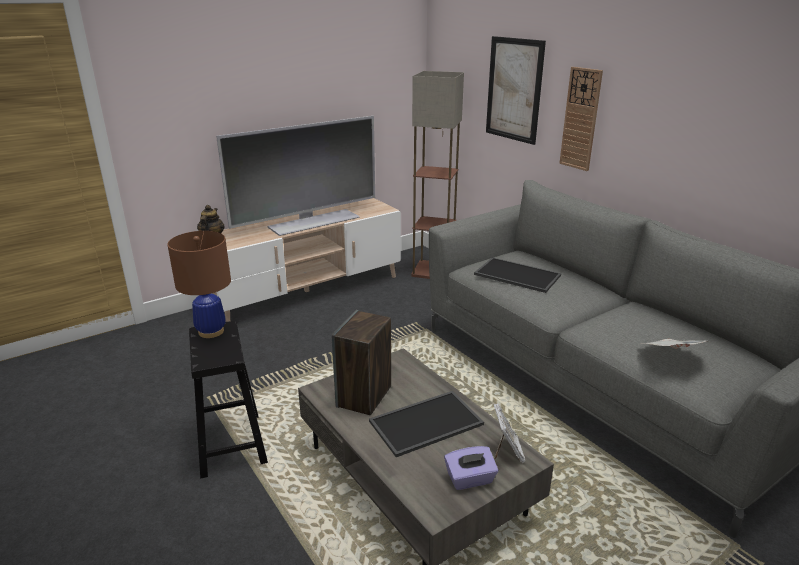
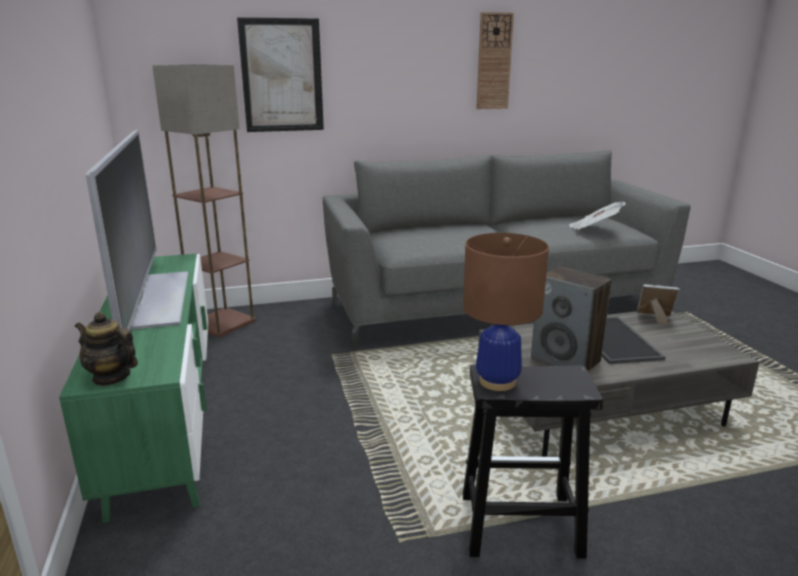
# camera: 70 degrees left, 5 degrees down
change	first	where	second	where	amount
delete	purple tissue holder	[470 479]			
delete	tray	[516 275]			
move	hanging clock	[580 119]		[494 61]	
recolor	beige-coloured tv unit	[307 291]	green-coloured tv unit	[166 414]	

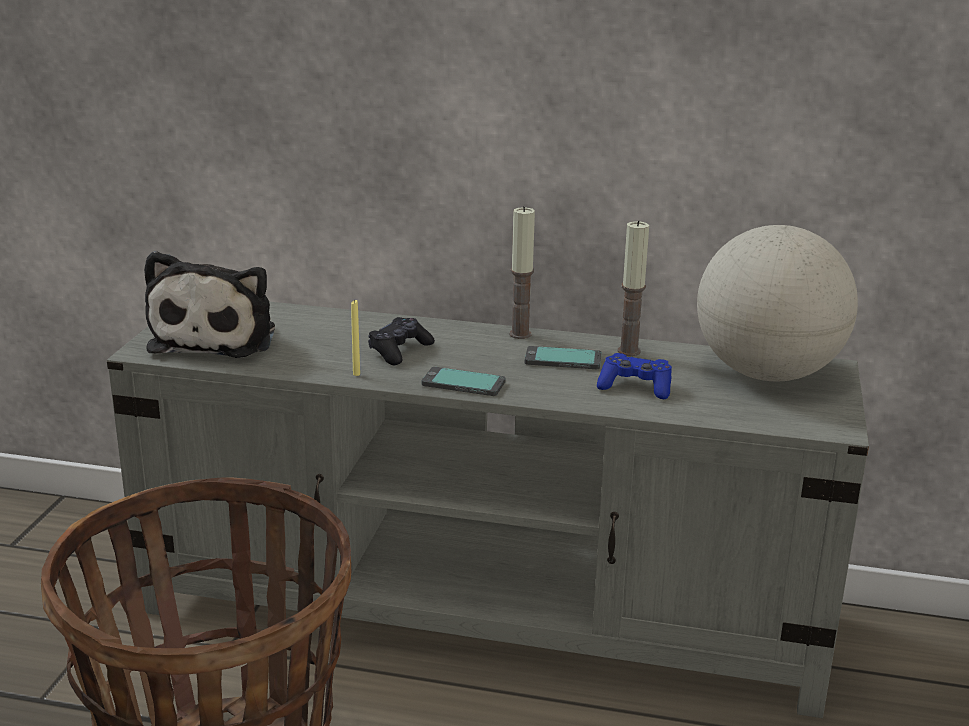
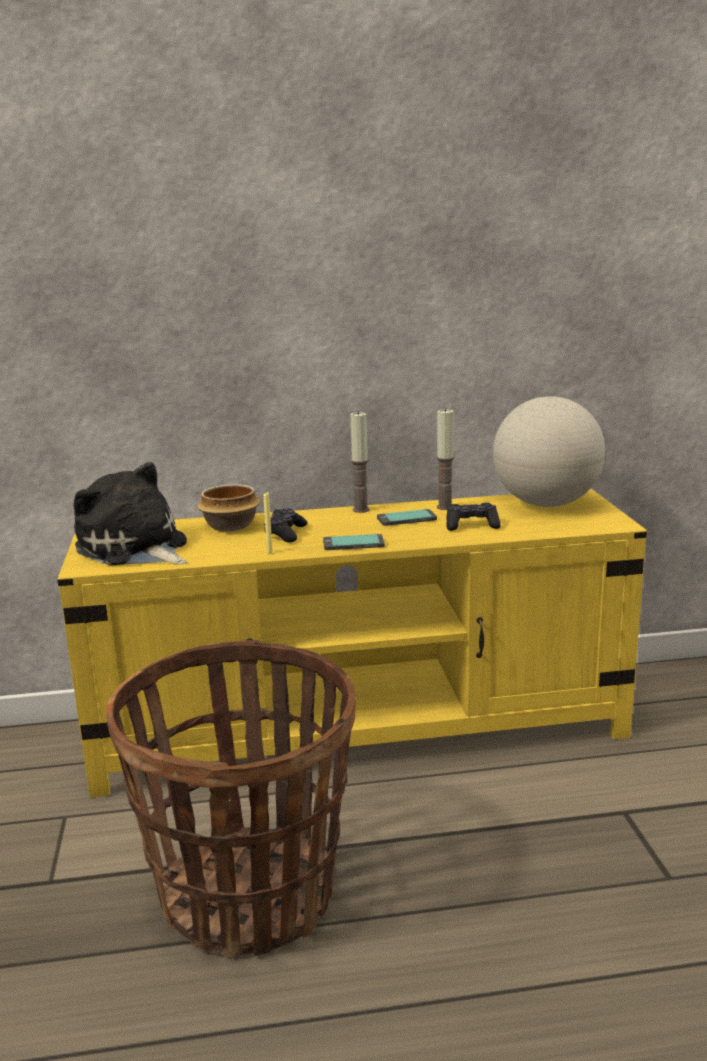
# camera: 20 degrees left, 5 degrees down
change	first	where	second	where	amount
insert			bowl	[230 527]	
recolor	greyish tv unit	[484 610]	yellow-coloured tv unit	[361 730]	
recolor	bluish gamepad	[635 387]	black-coloured gamepad	[471 525]	
rotate	soft toy	[217 337]		[135 549]	150 degrees clockwise

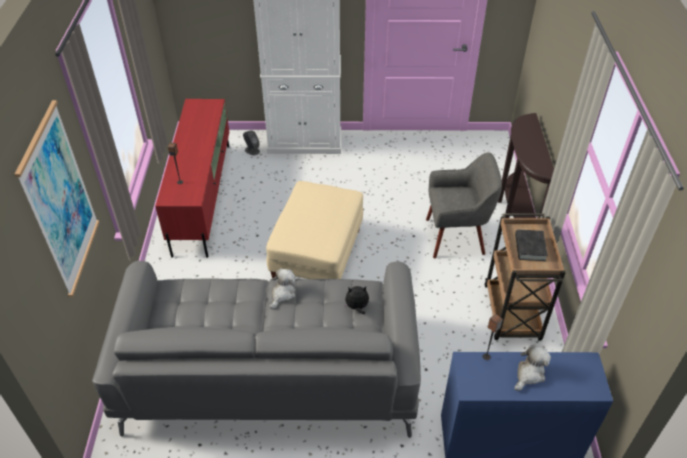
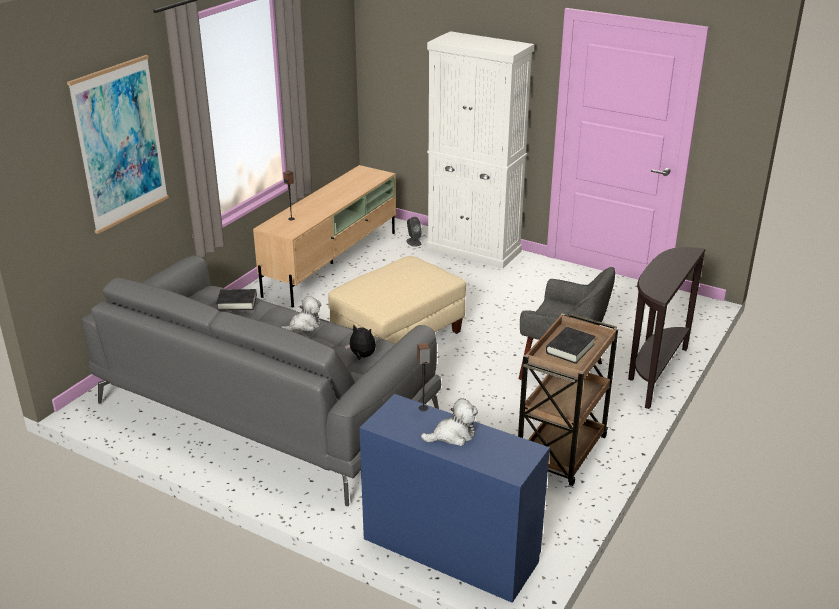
# camera: 30 degrees right, 15 degrees down
change	first	where	second	where	amount
insert			black-coloured book	[237 303]	
recolor	reddish tv unit	[203 196]	beige-coloured tv unit	[332 263]	

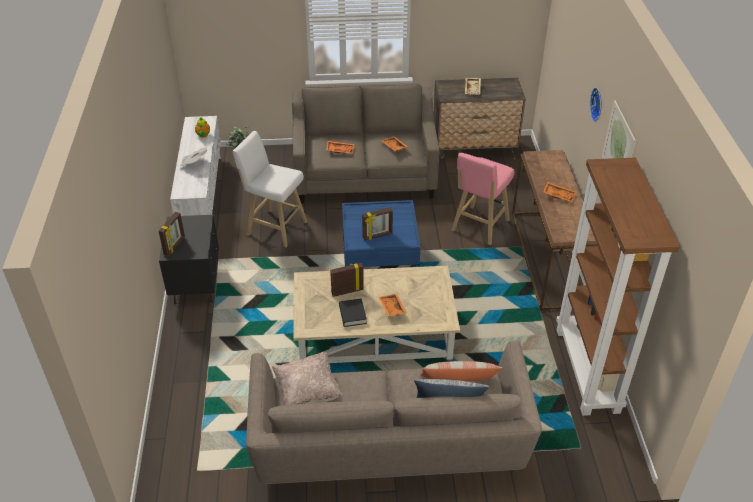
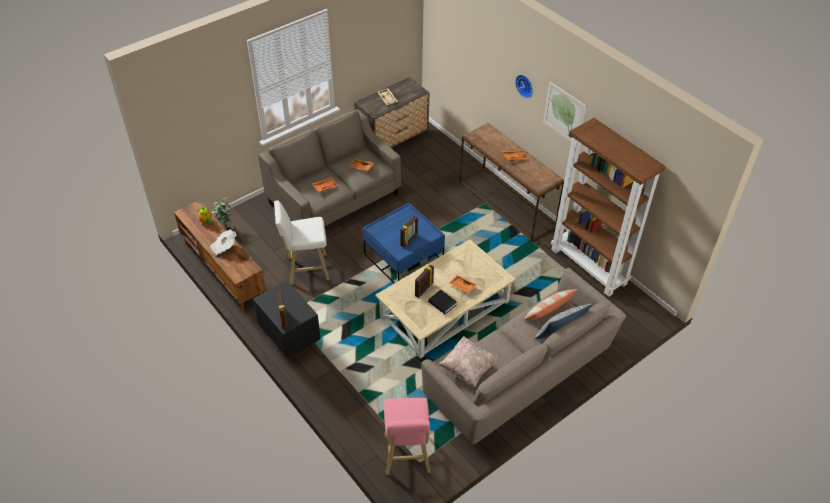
# camera: 35 degrees left, 5 degrees up
change	first	where	second	where	amount
move	pinkish stool	[479 227]		[406 456]	
recolor	white-coloured tv unit	[201 194]	brown tv unit	[223 270]	

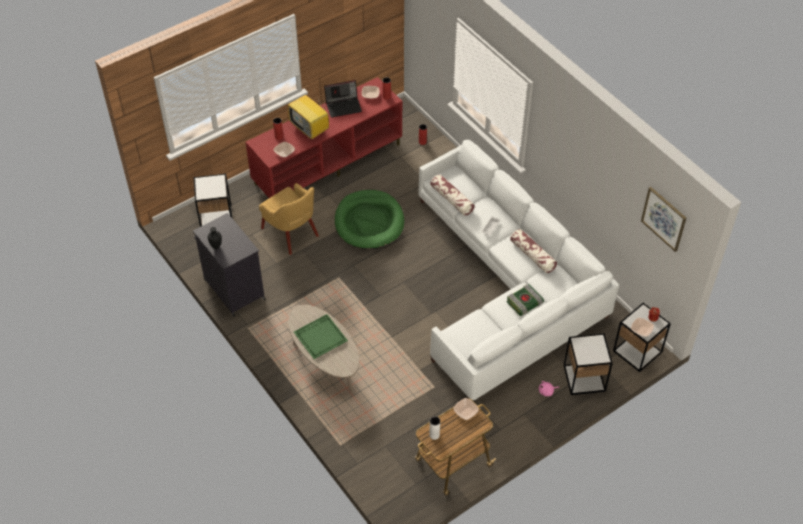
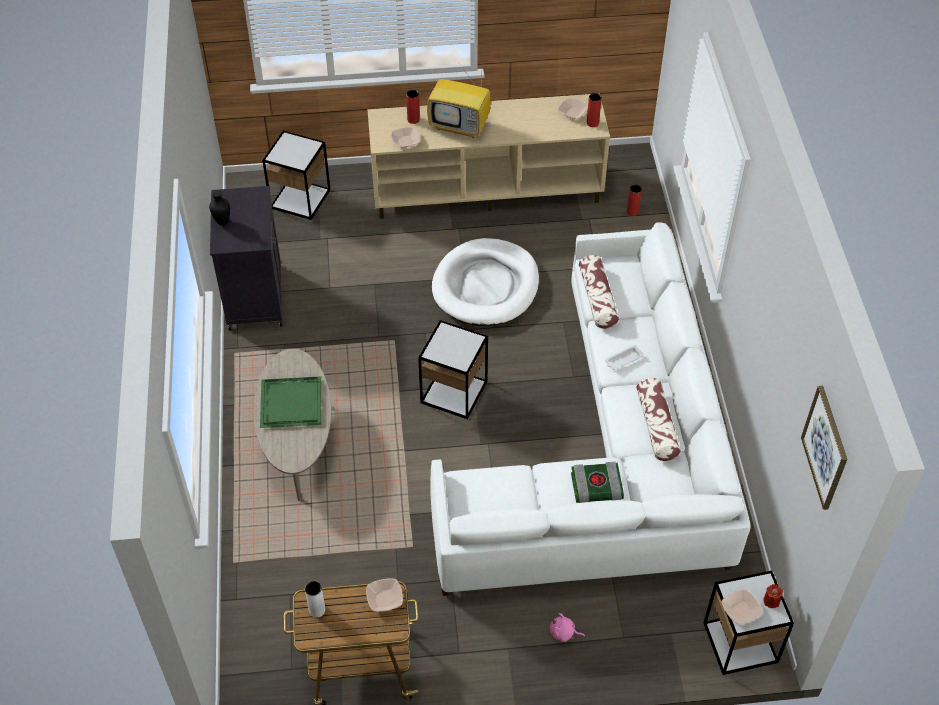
# camera: 30 degrees right, 0 degrees up
change	first	where	second	where	amount
delete	yellow-coloured armchair	[291 233]			
delete	notebook computer	[344 106]			
move	side table	[584 378]		[454 392]	
recolor	reddish tv unit	[328 164]	beige-coloured tv unit	[487 190]	
recolor	green-coloured dog bed	[369 222]	white-coloured dog bed	[486 286]	
rotate	TV	[310 129]		[460 126]	60 degrees counterclockwise

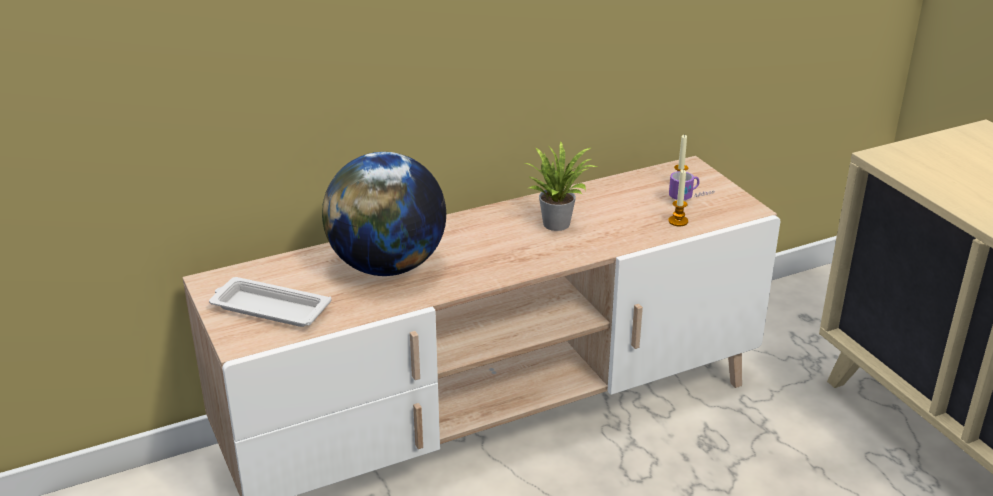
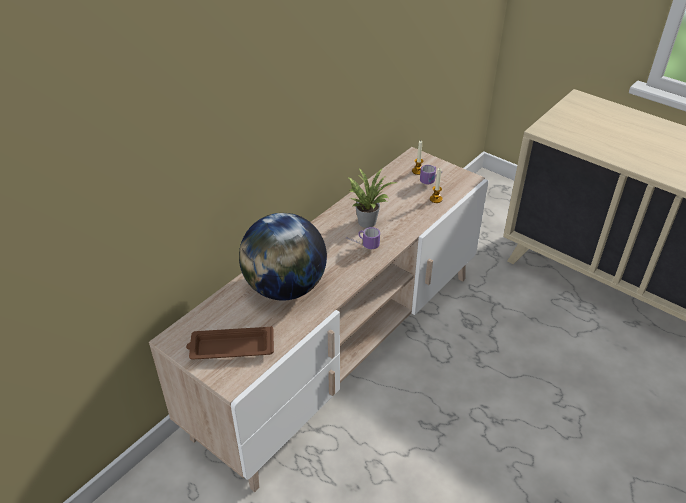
# camera: 25 degrees left, 10 degrees up
change	first	where	second	where	amount
insert			coffee mug	[362 245]	
recolor	white-coloured tray	[268 308]	brown tray	[230 348]	

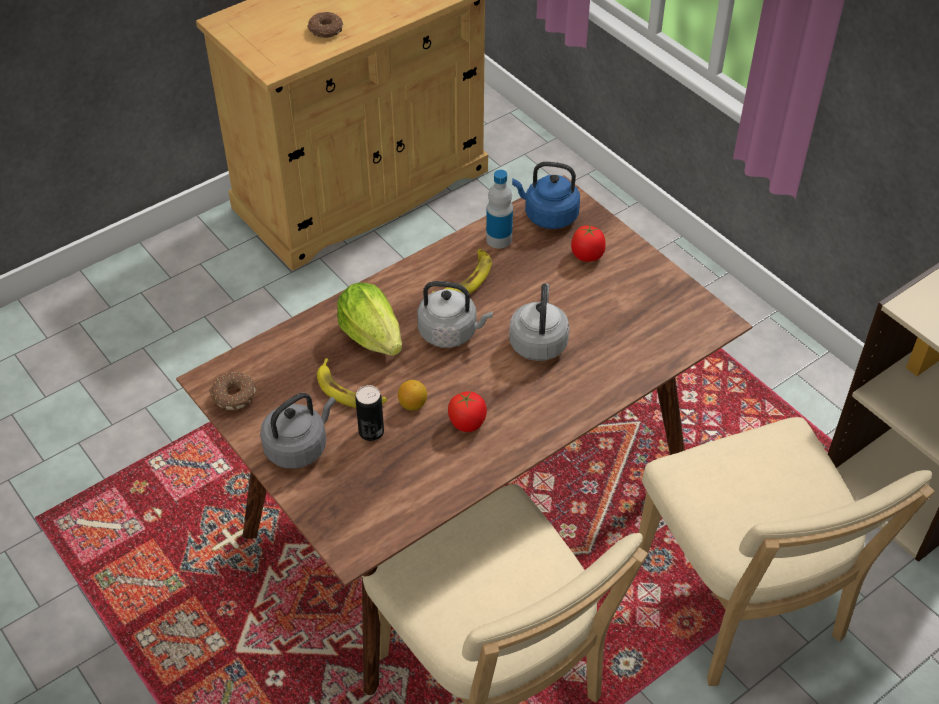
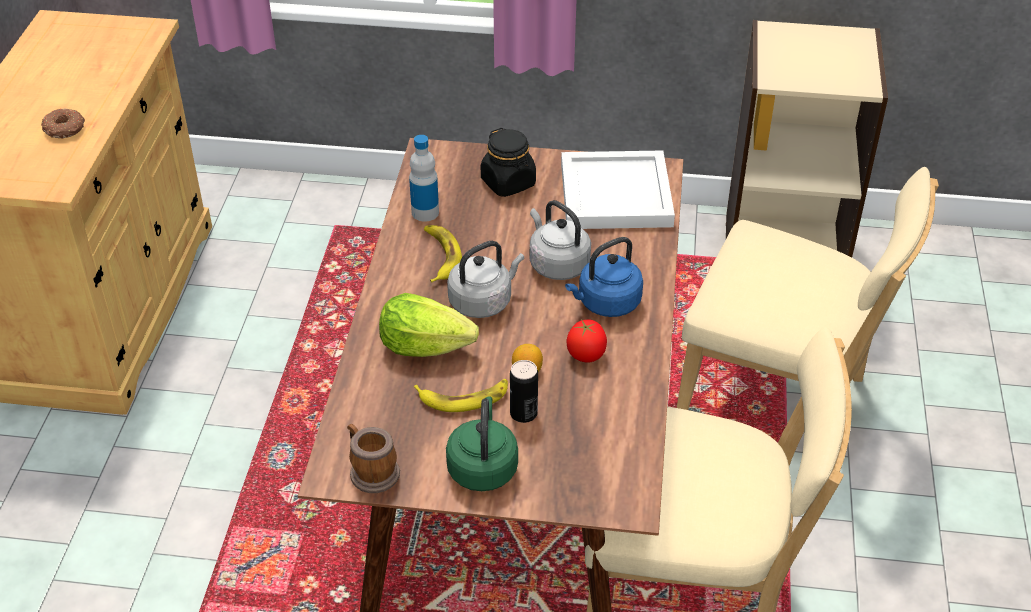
# camera: 45 degrees left, 5 degrees down
change	first	where	second	where	amount
insert			white-coloured tray	[613 193]	
move	bluish water kettle	[548 216]		[606 303]	
replace	donut	[233 395]	coffee mug	[371 471]	
replace	whole tomato	[587 256]	black-coloured storage jar	[508 183]	
recolor	greyish water kettle	[299 447]	green-coloured water kettle	[482 467]	

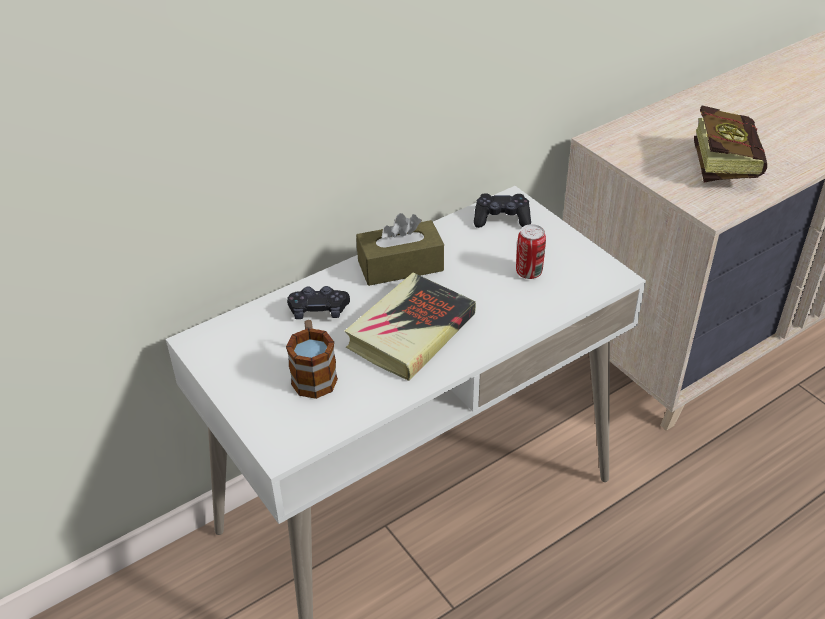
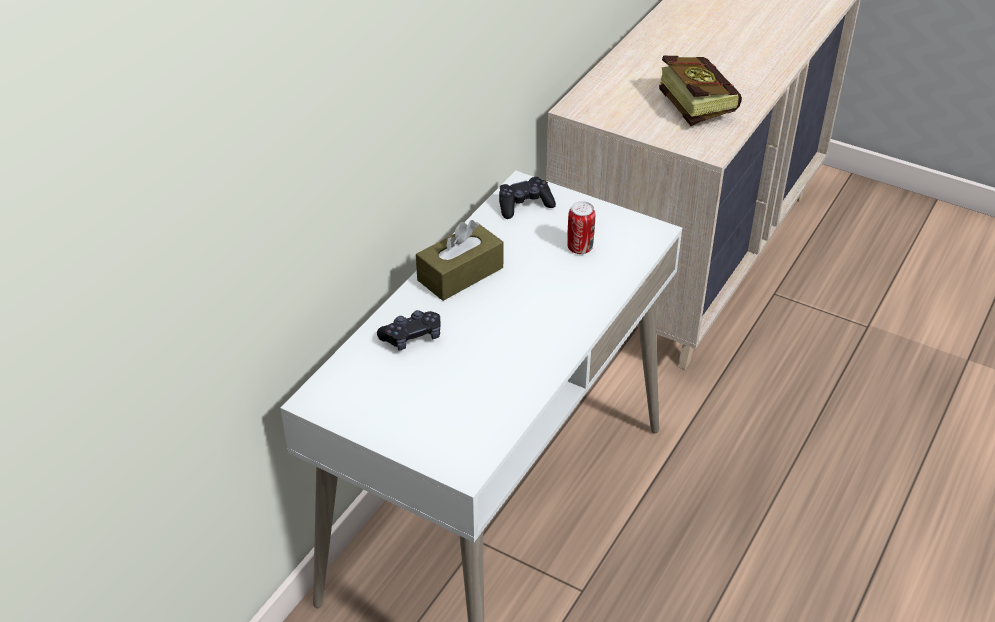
# camera: 25 degrees left, 0 degrees up
change	first	where	second	where	amount
delete	coffee mug	[313 374]			
delete	book	[410 332]			

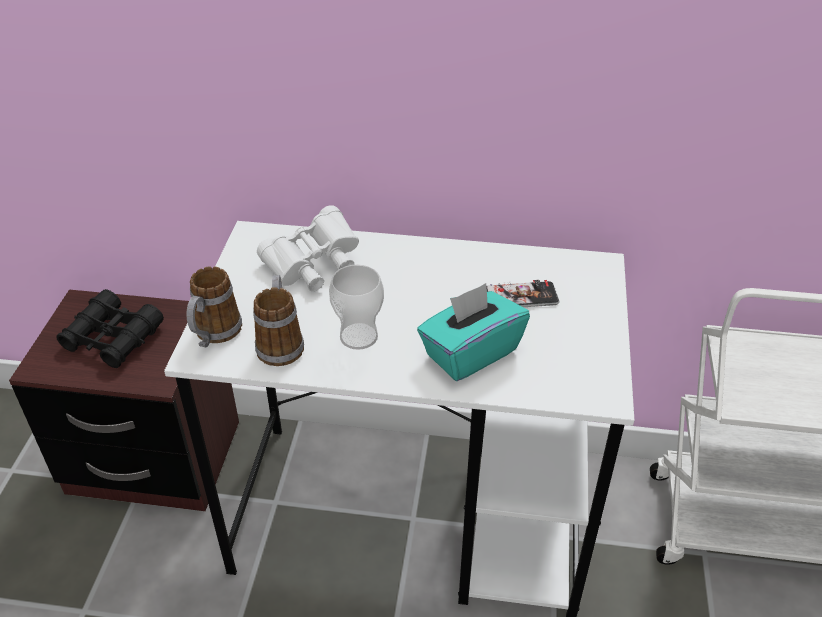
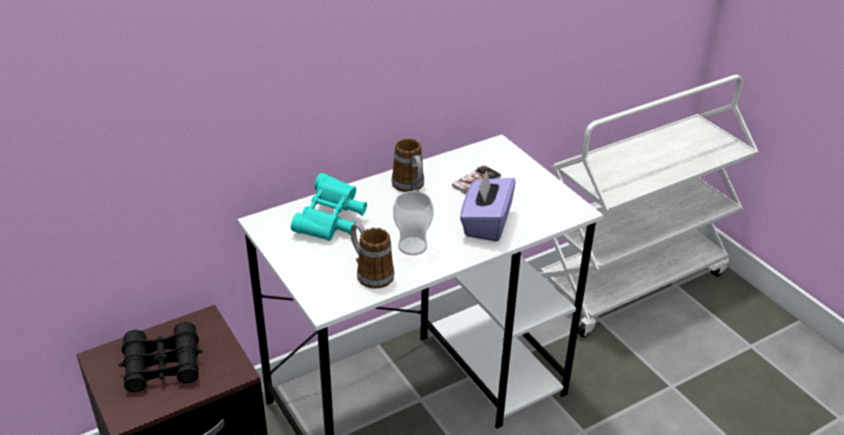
# camera: 40 degrees left, 5 degrees down
change	first	where	second	where	amount
move	coffee mug	[214 335]		[410 187]	
recolor	white-coloured binoculars	[313 266]	turquoise binoculars	[331 222]	
recolor	turquoise tissue holder	[470 352]	purple tissue holder	[486 223]	

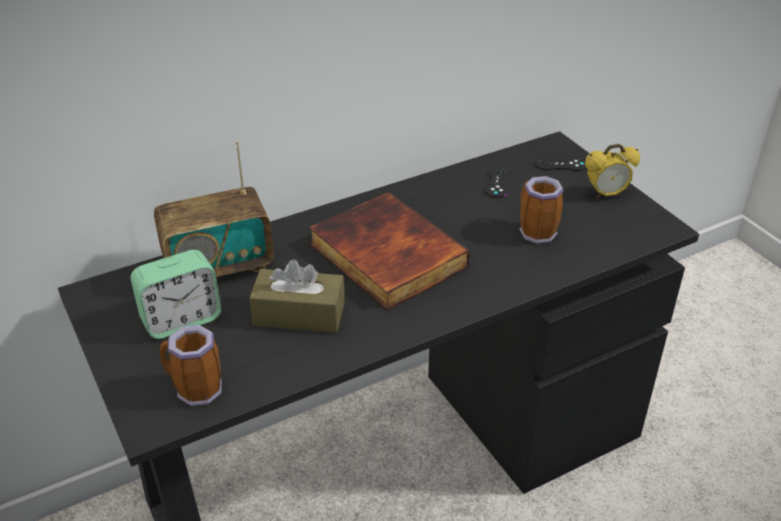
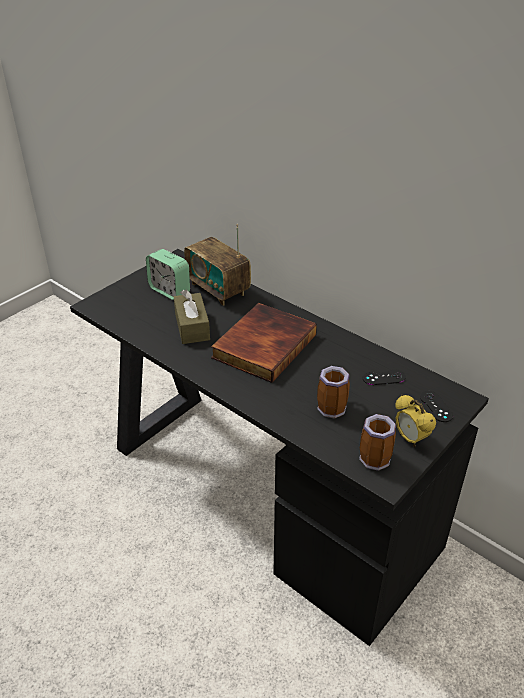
# camera: 70 degrees right, 0 degrees up
change	first	where	second	where	amount
move	coffee mug	[194 391]		[372 457]	

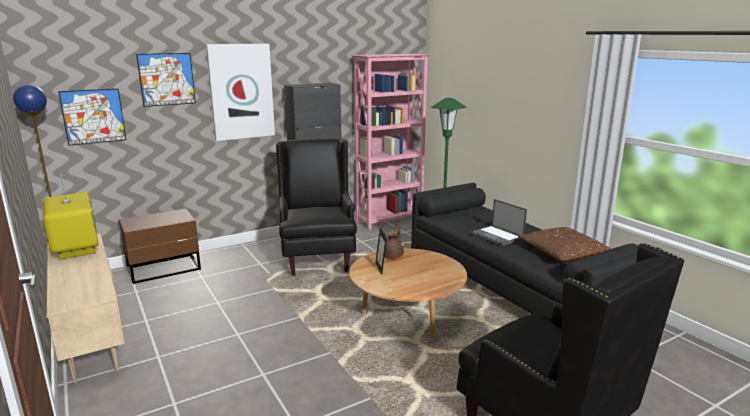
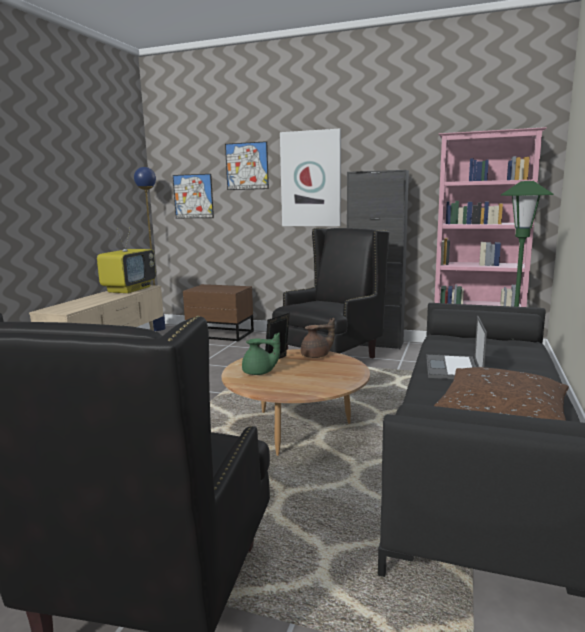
# camera: 50 degrees right, 5 degrees down
change	first	where	second	where	amount
insert			green-coloured pot for tea	[259 373]	

